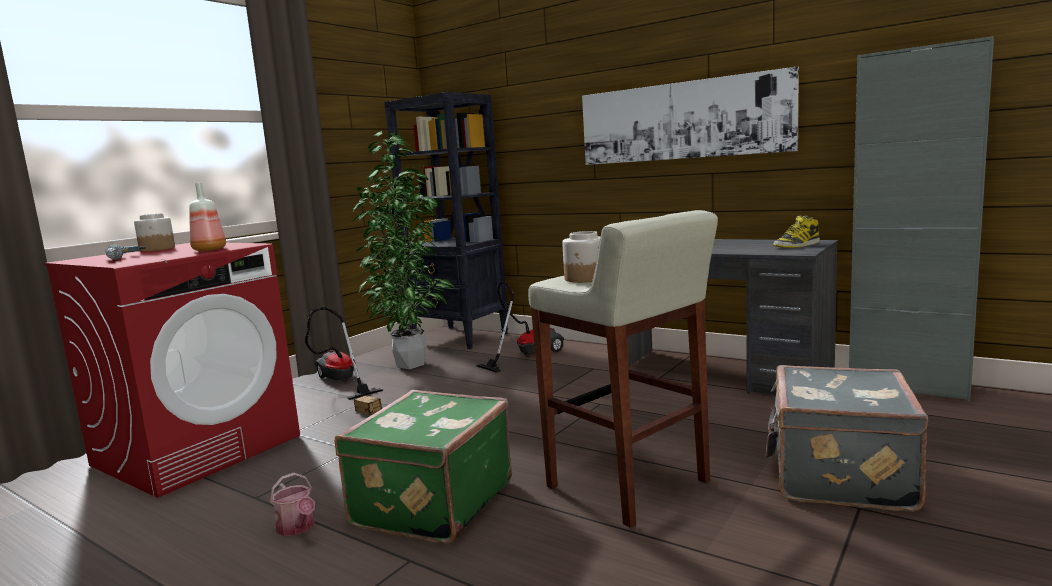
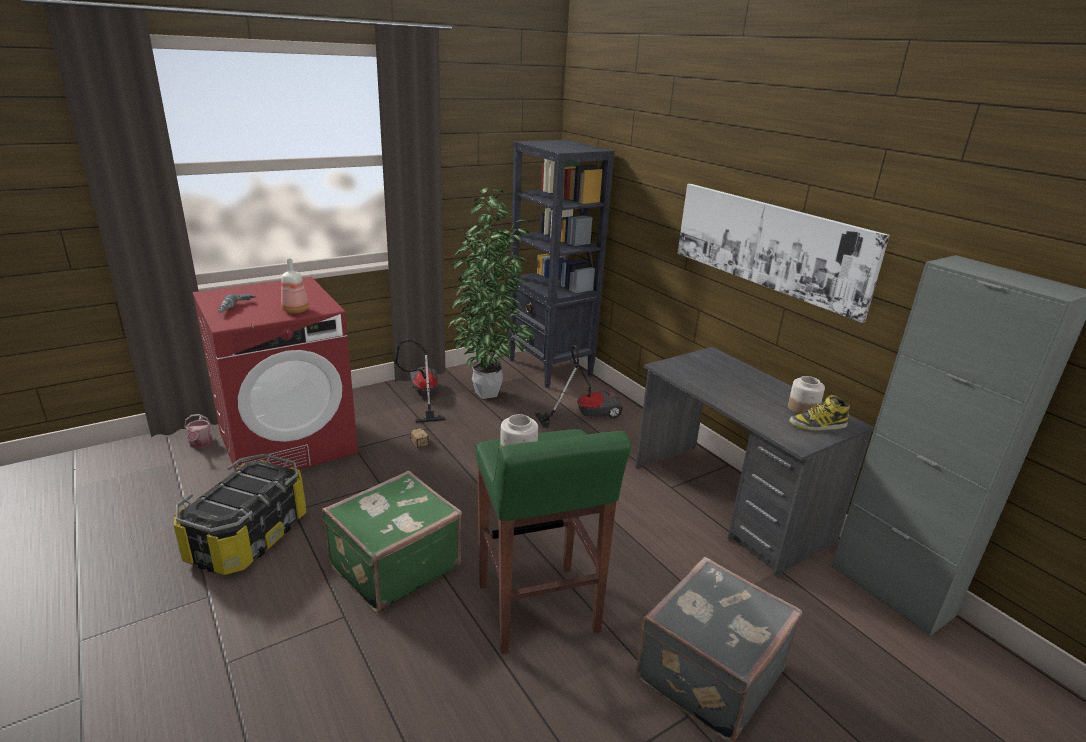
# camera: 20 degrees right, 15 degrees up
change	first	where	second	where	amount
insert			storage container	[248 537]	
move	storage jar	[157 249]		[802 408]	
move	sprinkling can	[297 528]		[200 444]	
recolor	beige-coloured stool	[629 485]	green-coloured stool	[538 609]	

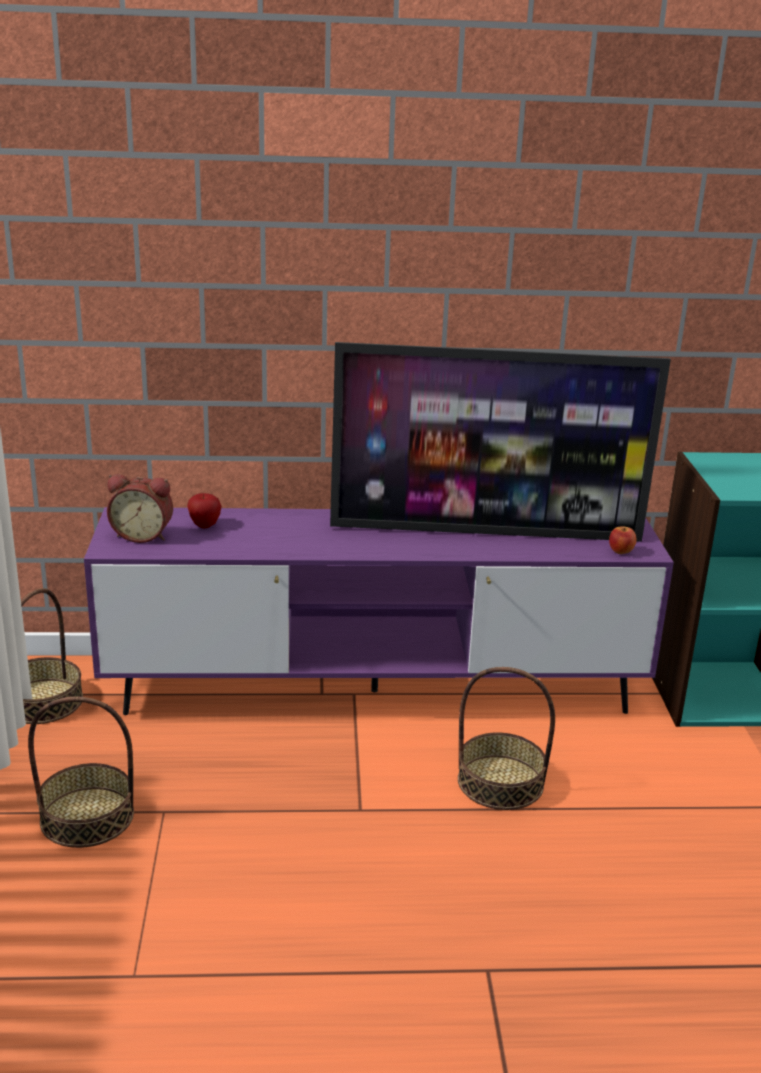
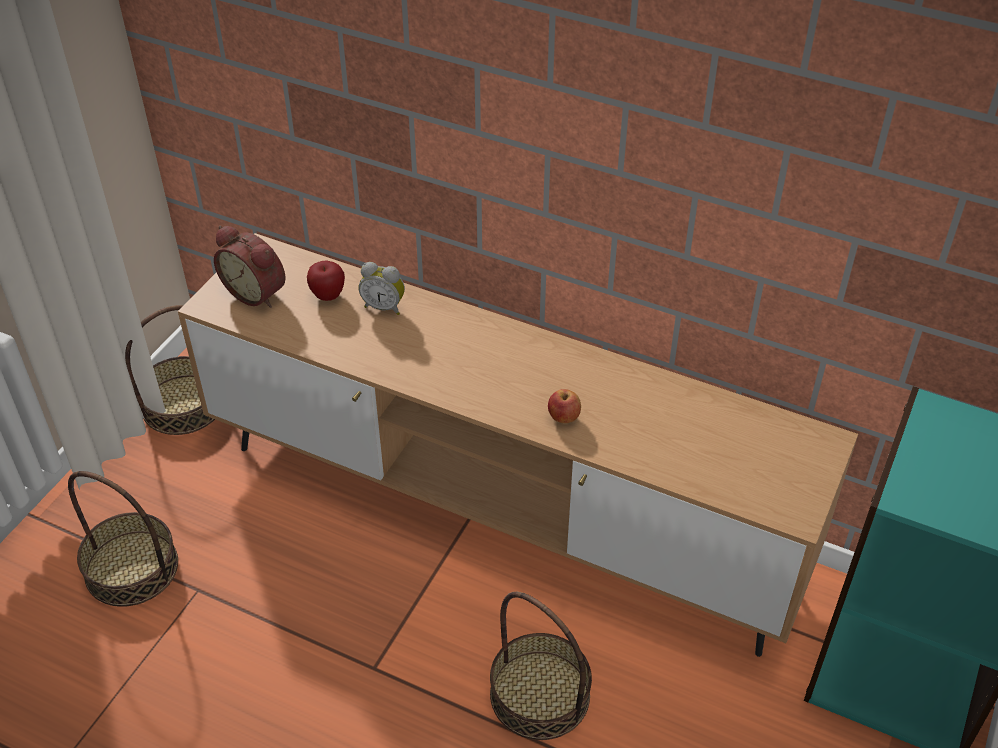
# camera: 30 degrees right, 20 degrees up
change	first	where	second	where	amount
delete	TV	[486 532]			
insert			table clock	[384 306]	
move	whole apple	[621 552]		[563 417]	
recolor	purple tv unit	[374 691]	brown tv unit	[500 511]	

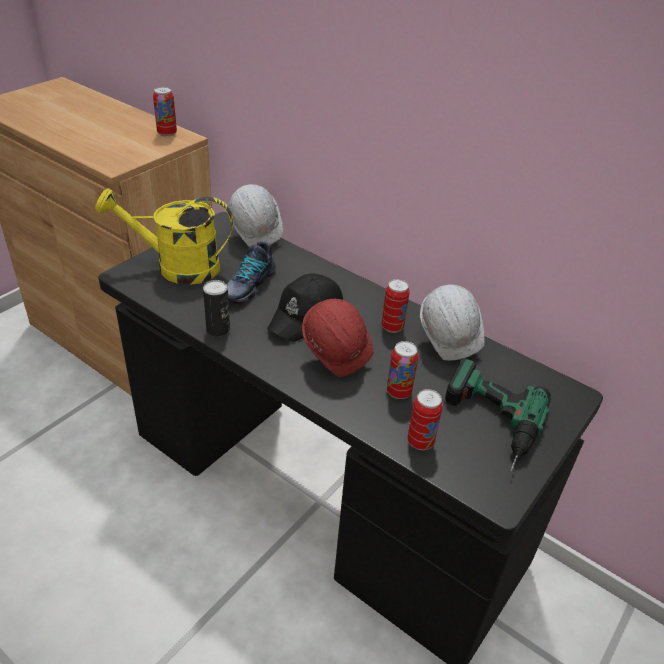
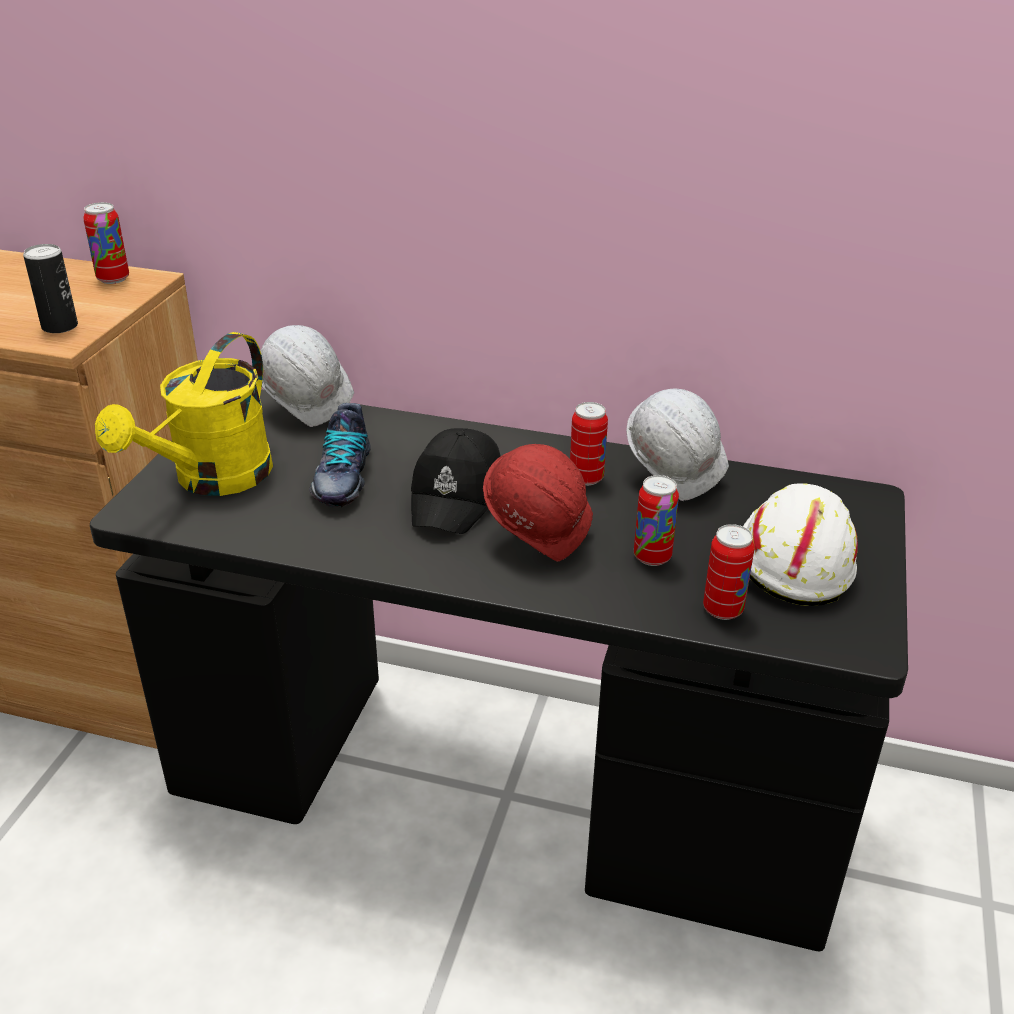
# camera: 20 degrees left, 5 degrees down
change	first	where	second	where	amount
move	sealed can	[218 329]		[60 326]	
replace	power drill	[488 423]	white-coloured safety helmet	[791 561]	
rotate	yellow-coloured sprinkling can	[177 267]		[212 480]	45 degrees counterclockwise

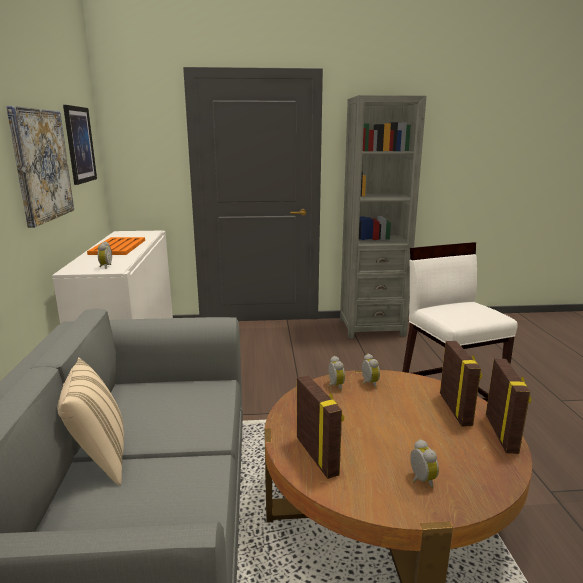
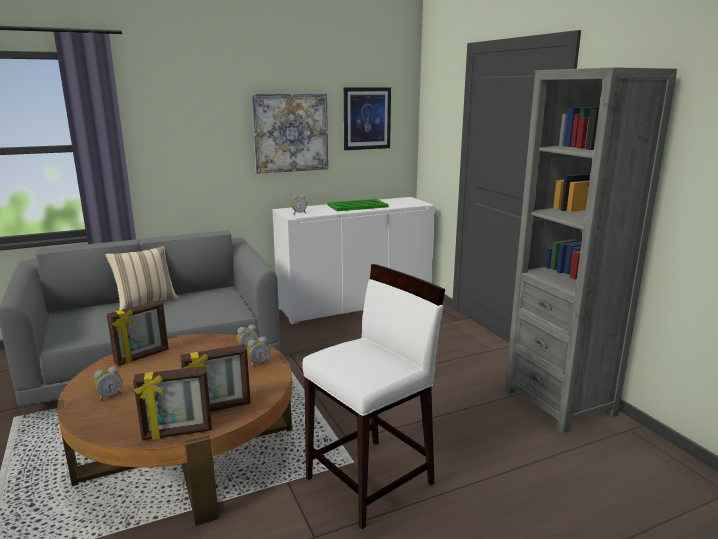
# camera: 70 degrees right, 0 degrees up
change	first	where	second	where	amount
recolor	orangey tray	[118 247]	green-coloured tray	[358 206]	

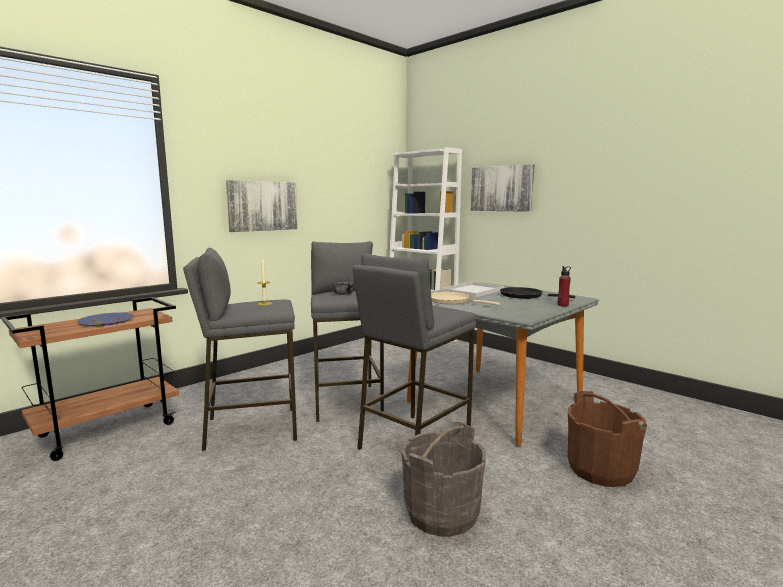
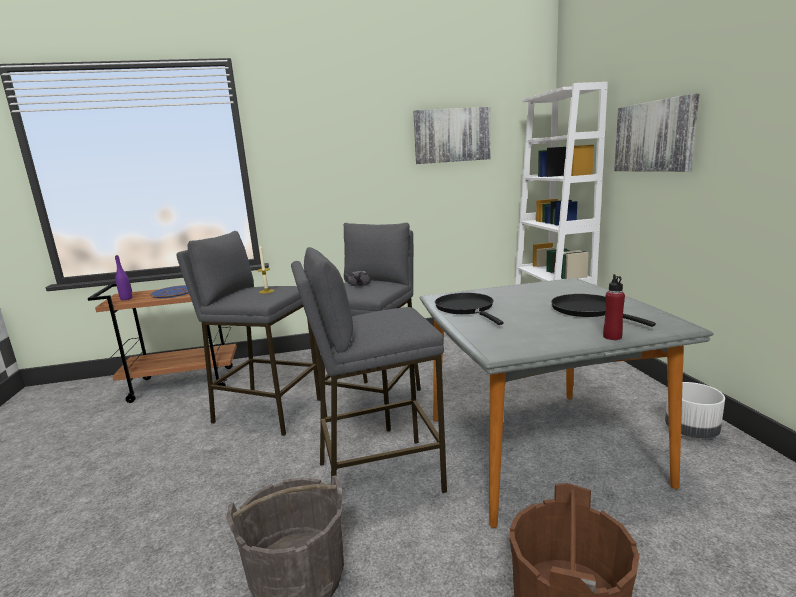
# camera: 35 degrees right, 5 degrees up
change	first	where	second	where	amount
delete	white-coloured tray	[473 290]			
insert			purple beverage bottle	[126 299]	
insert			white-coloured planter	[690 431]	
move	picture	[262 206]		[452 135]	
recolor	beige-coloured skillet	[452 301]	black-coloured skillet	[466 308]	

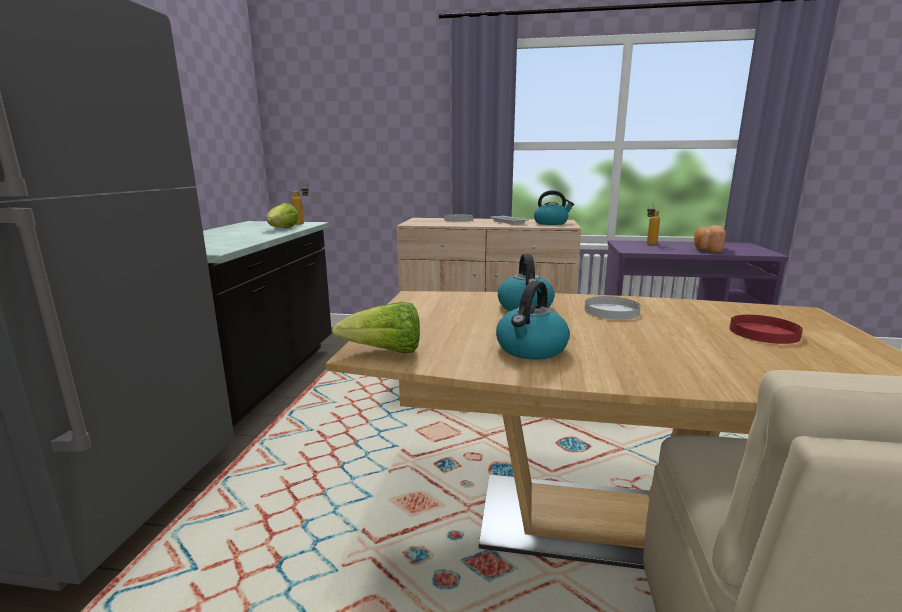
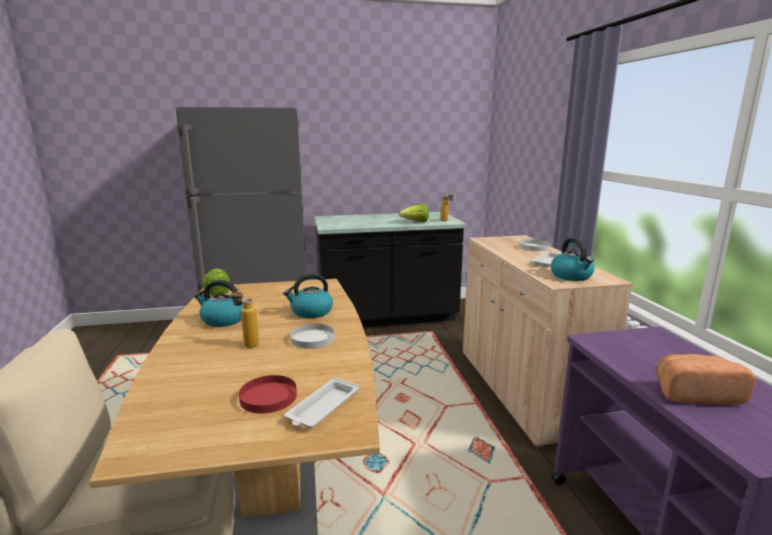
# camera: 70 degrees right, 0 degrees up
change	first	where	second	where	amount
insert			white-coloured tray	[323 408]	
move	beverage bottle	[649 244]		[247 343]	

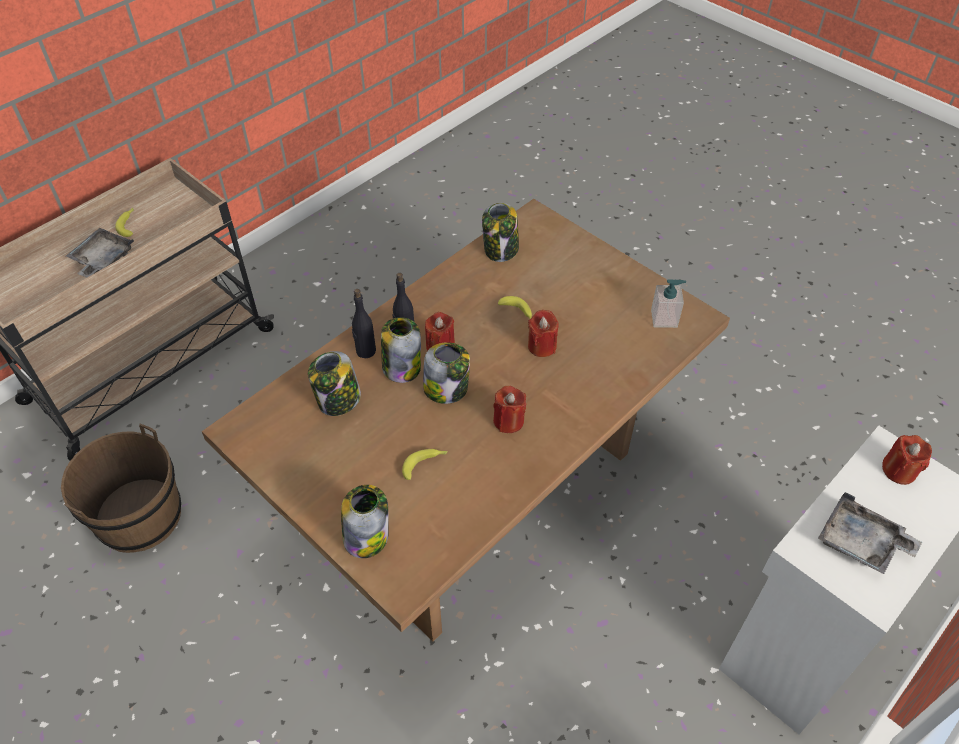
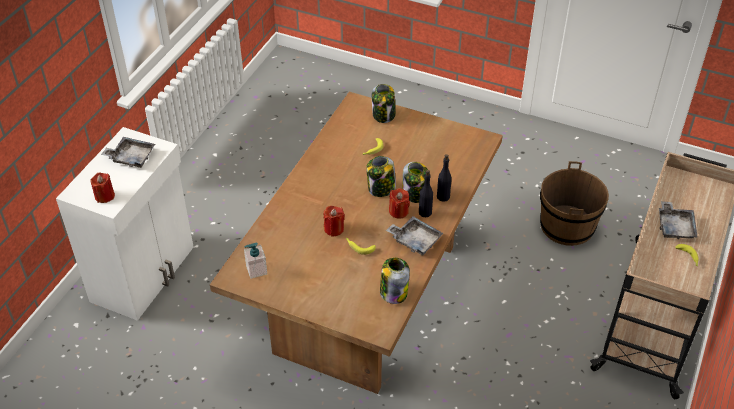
# camera: 160 degrees right, 5 degrees down
change	first	where	second	where	amount
delete	storage jar	[338 400]			
delete	reddish wax light	[508 421]			
insert			greyish tray	[415 240]	

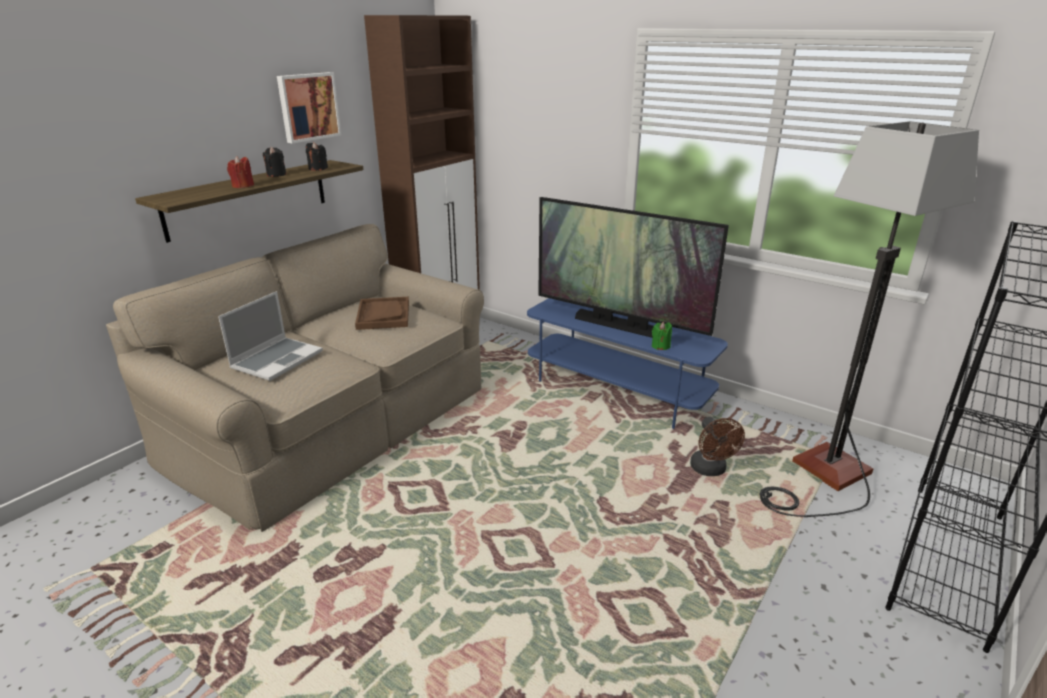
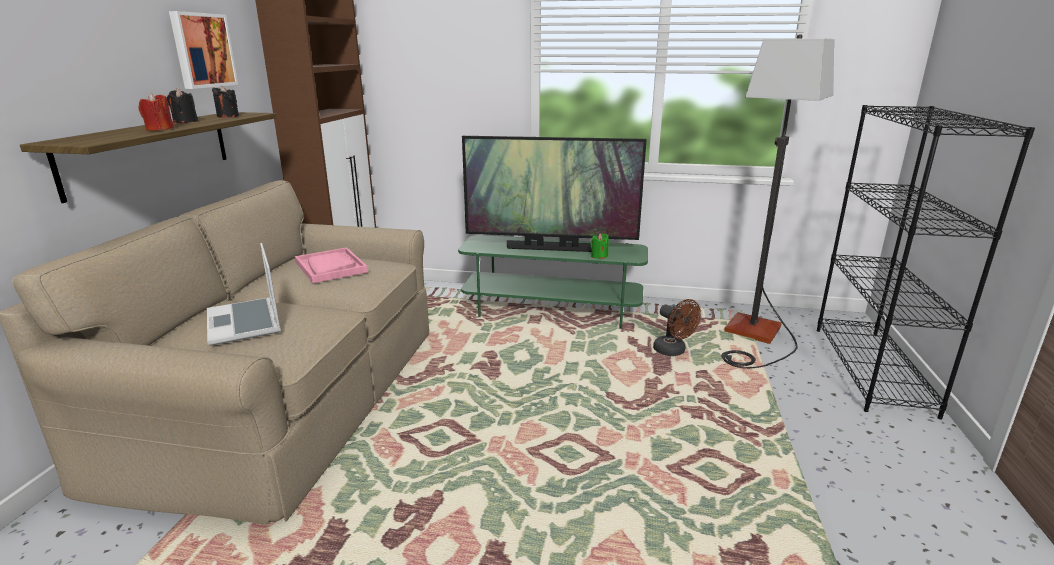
# camera: 25 degrees left, 5 degrees down
change	first	where	second	where	amount
recolor	brown tray	[383 315]	pinkish tray	[330 267]	
recolor	bluish tv unit	[617 391]	green-coloured tv unit	[553 311]	
rotate	notebook computer	[277 360]		[245 323]	150 degrees clockwise

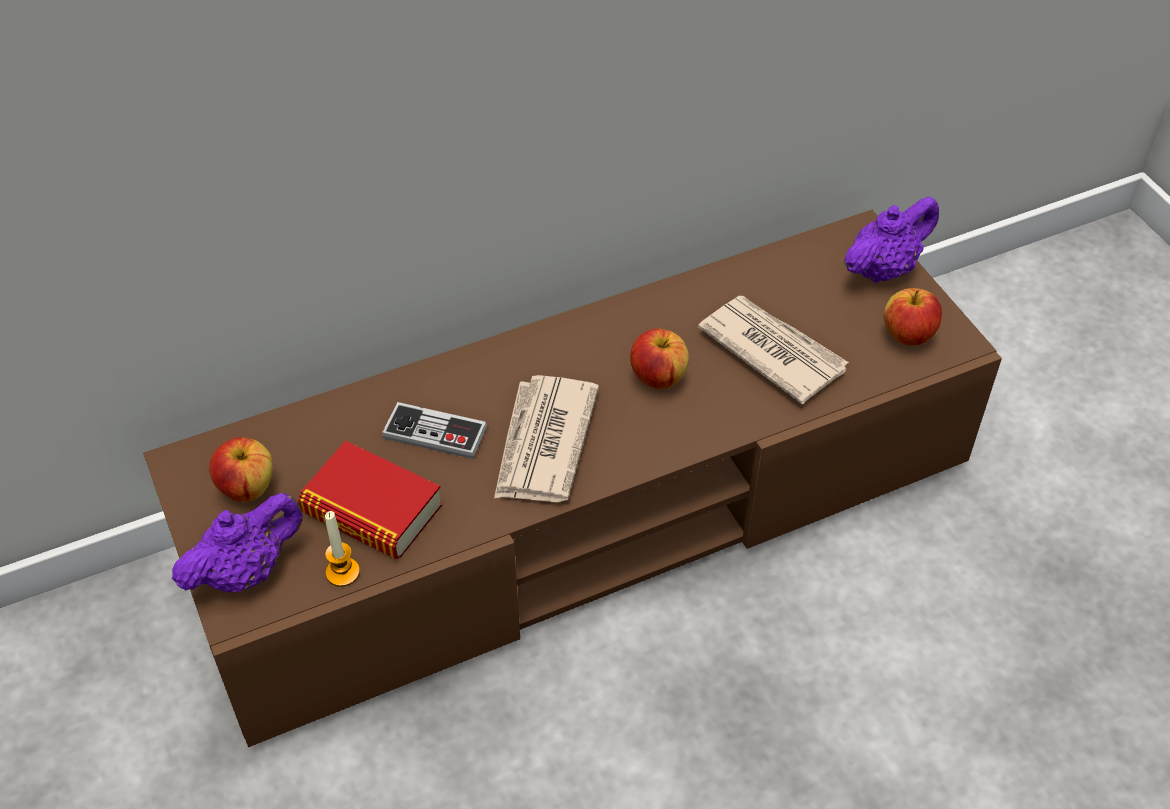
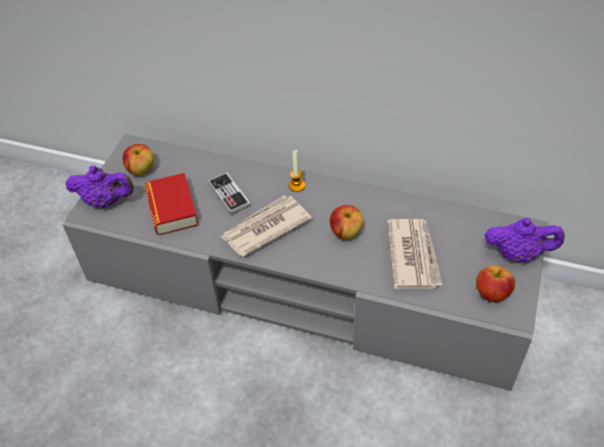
# camera: 45 degrees right, 0 degrees up
change	first	where	second	where	amount
move	wax light	[342 572]		[297 185]	
recolor	brown tv unit	[585 512]	greyish tv unit	[305 283]	

